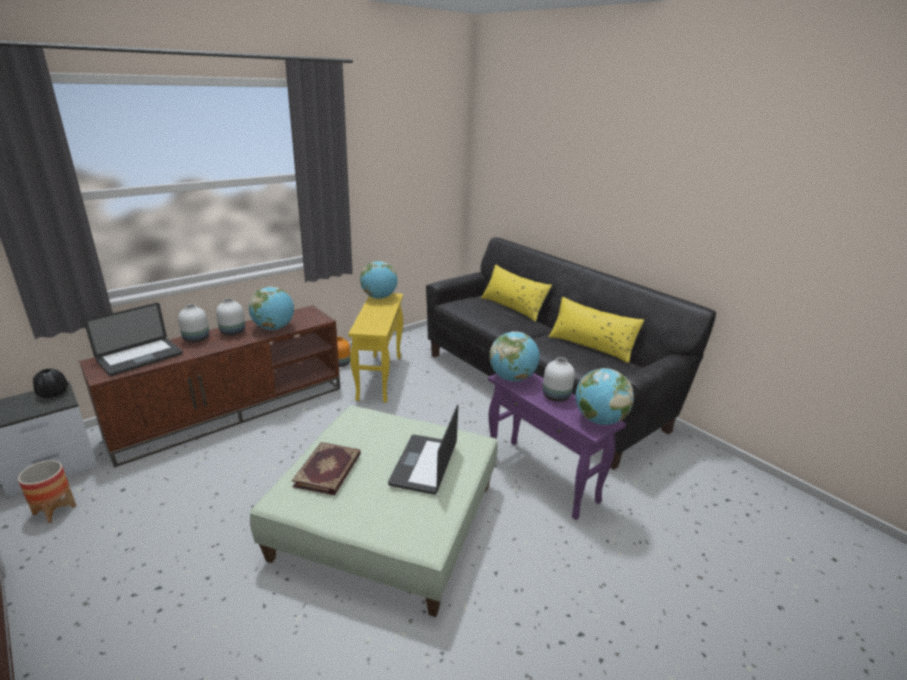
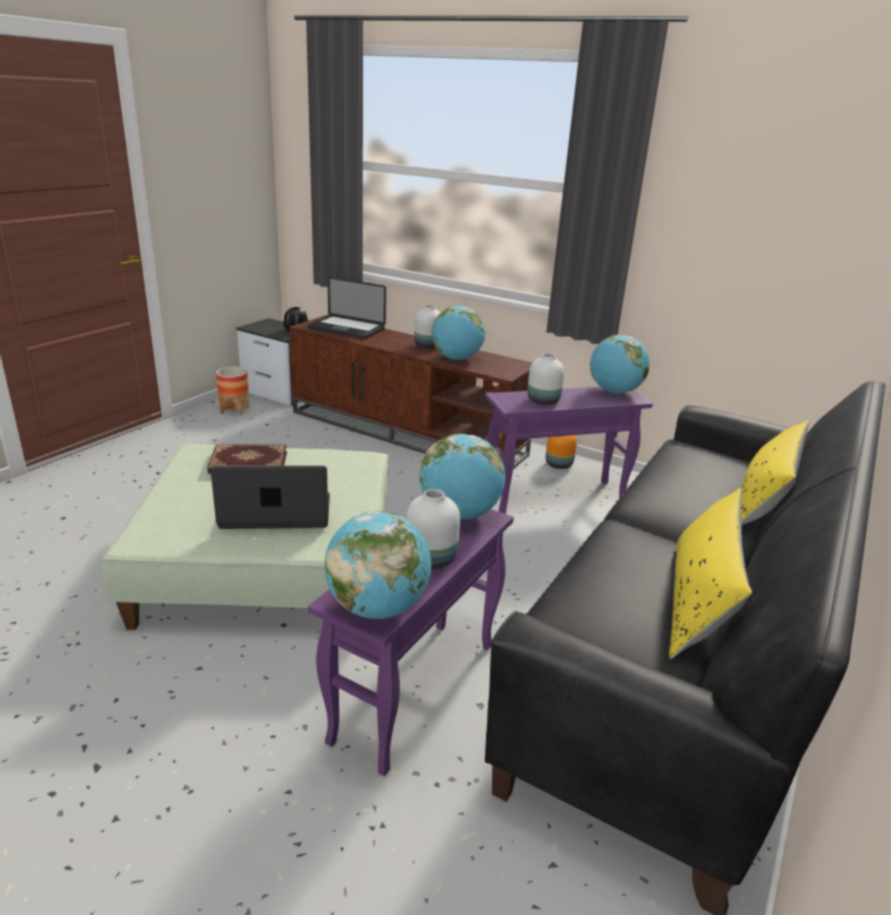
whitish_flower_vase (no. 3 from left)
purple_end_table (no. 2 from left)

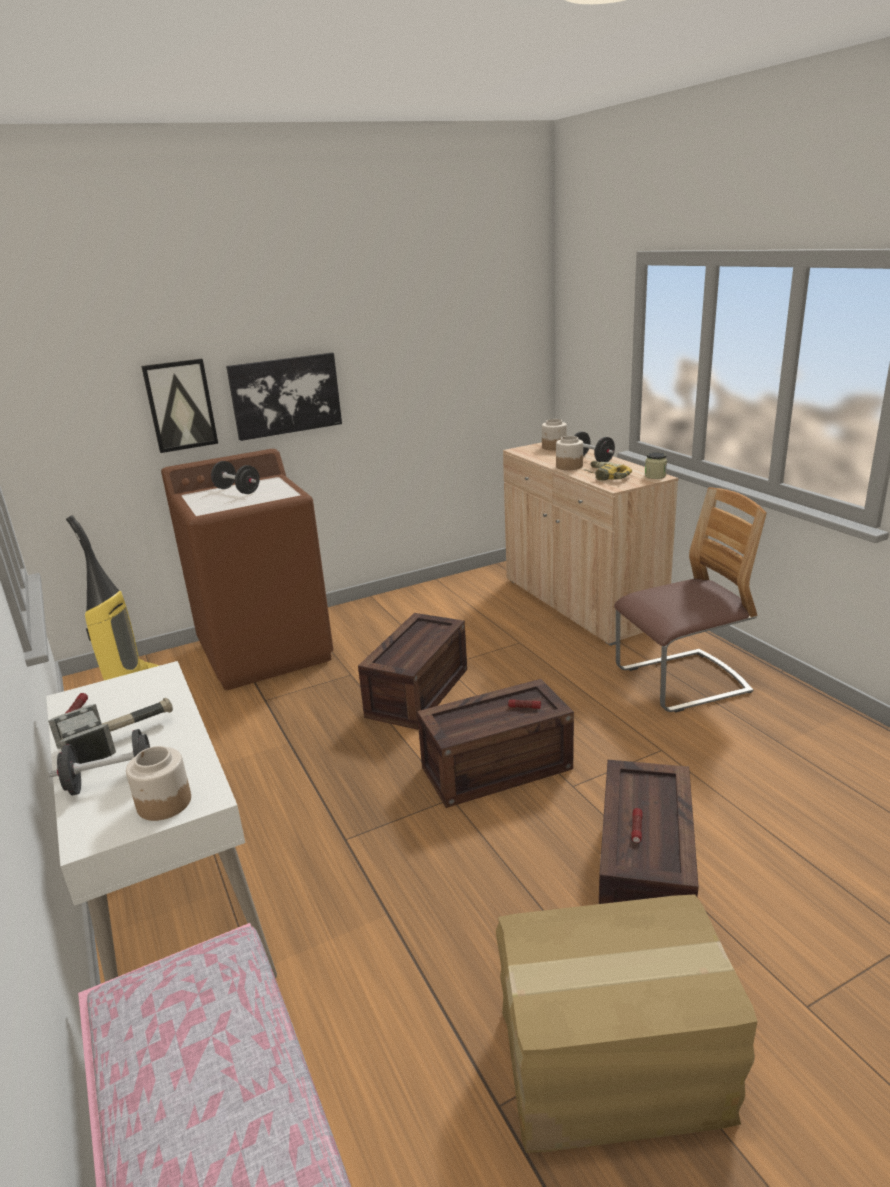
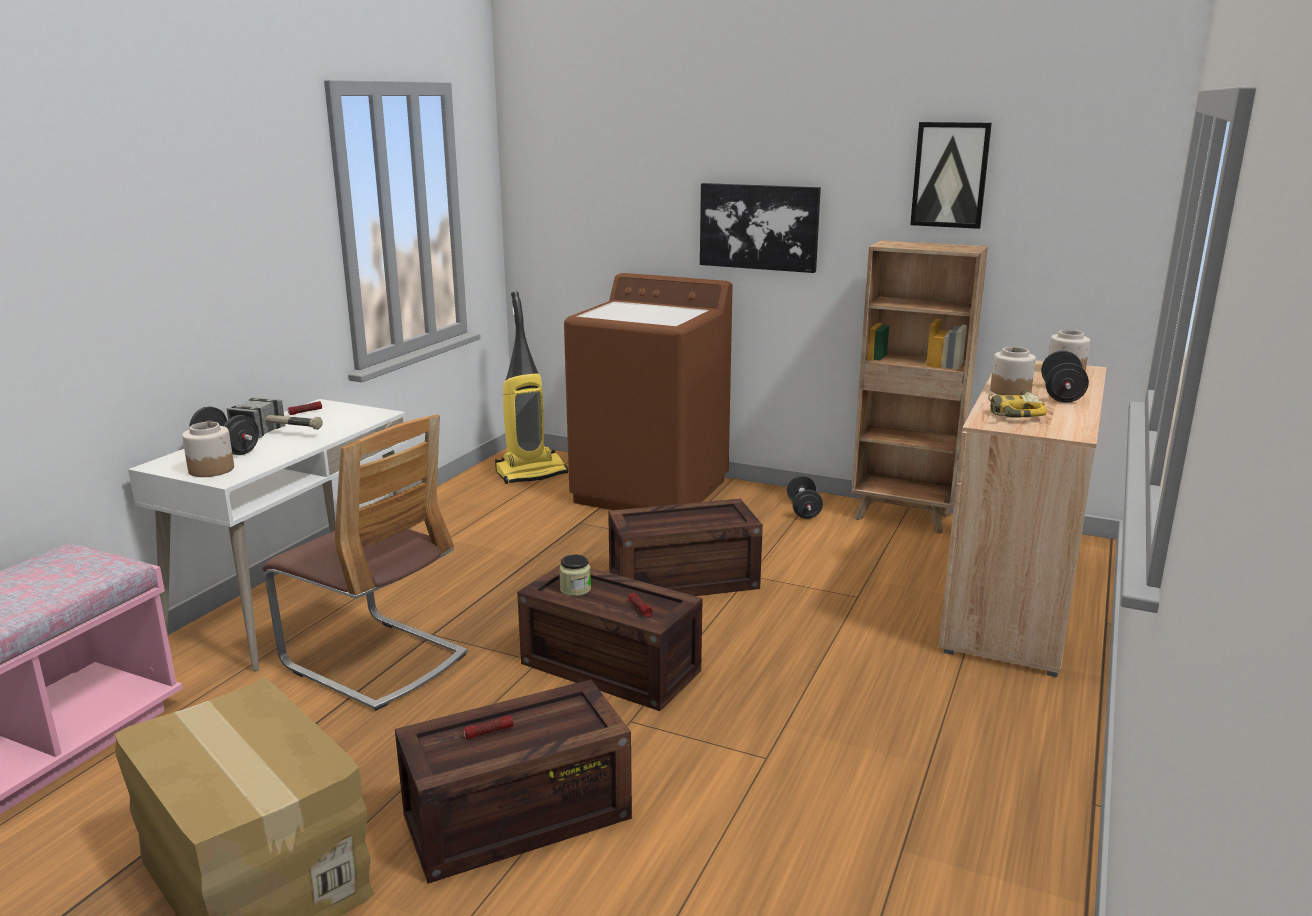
brownish_bookcase
picture (no. 2 from left)
blackish_free_weight (no. 2 from left)
plain_chair
preserve_jar (no. 2 from left)

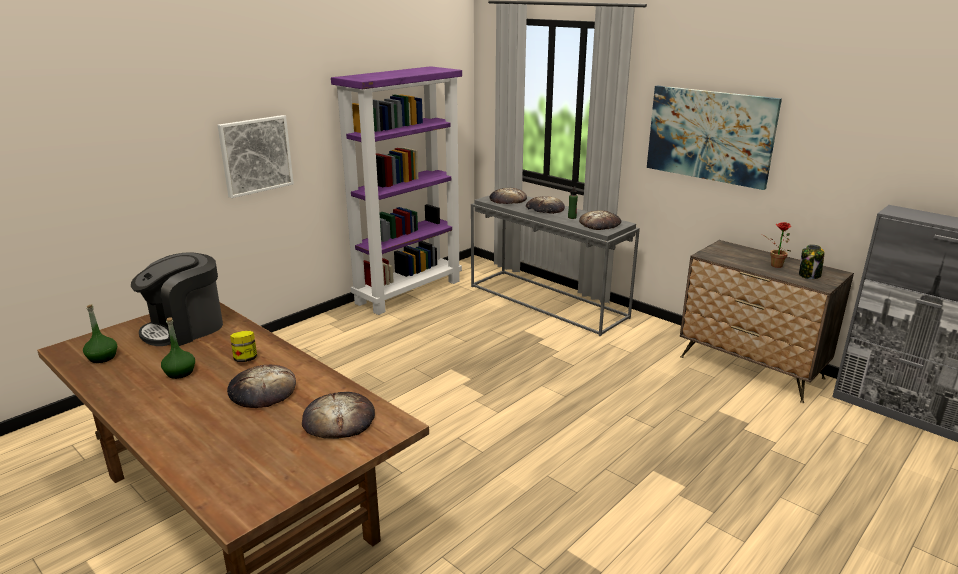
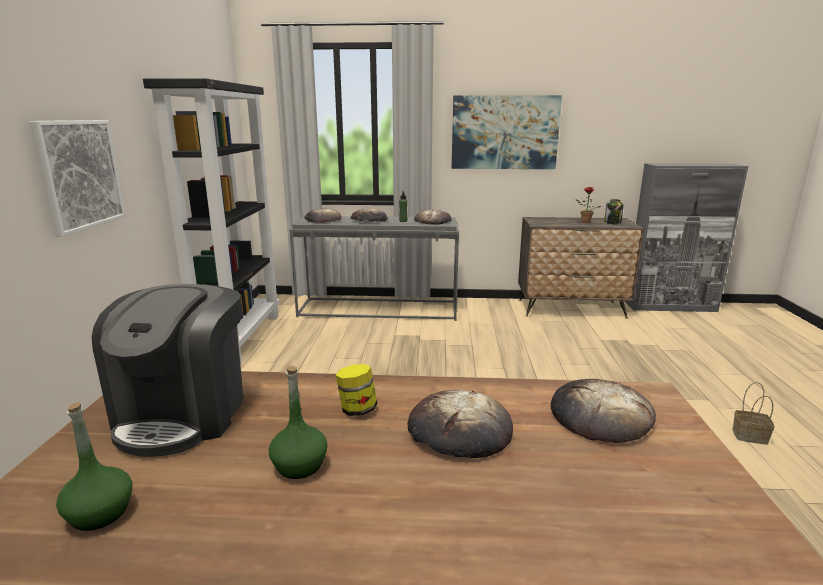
household_basket
blackish_bookcase

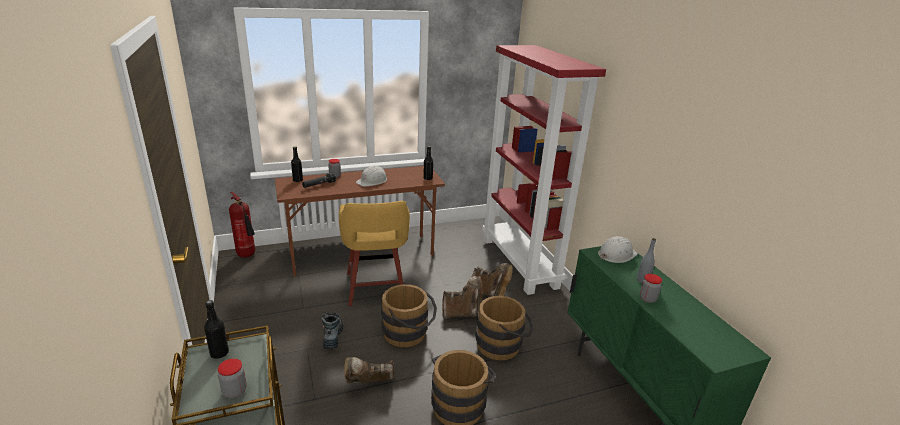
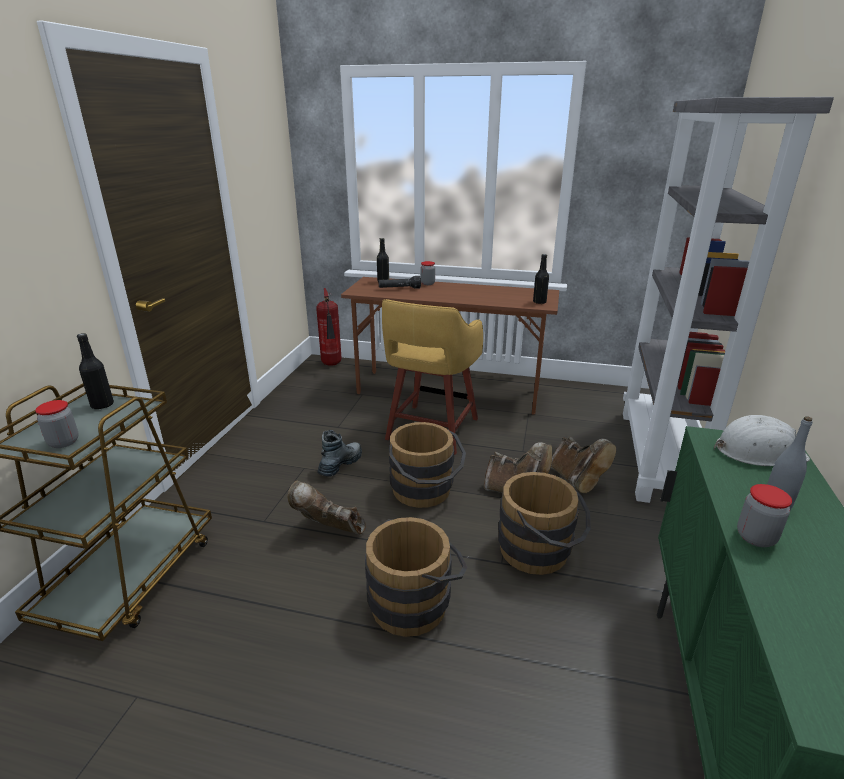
whitish_hard_hat (no. 1 from left in the first image)
gray_bookcase

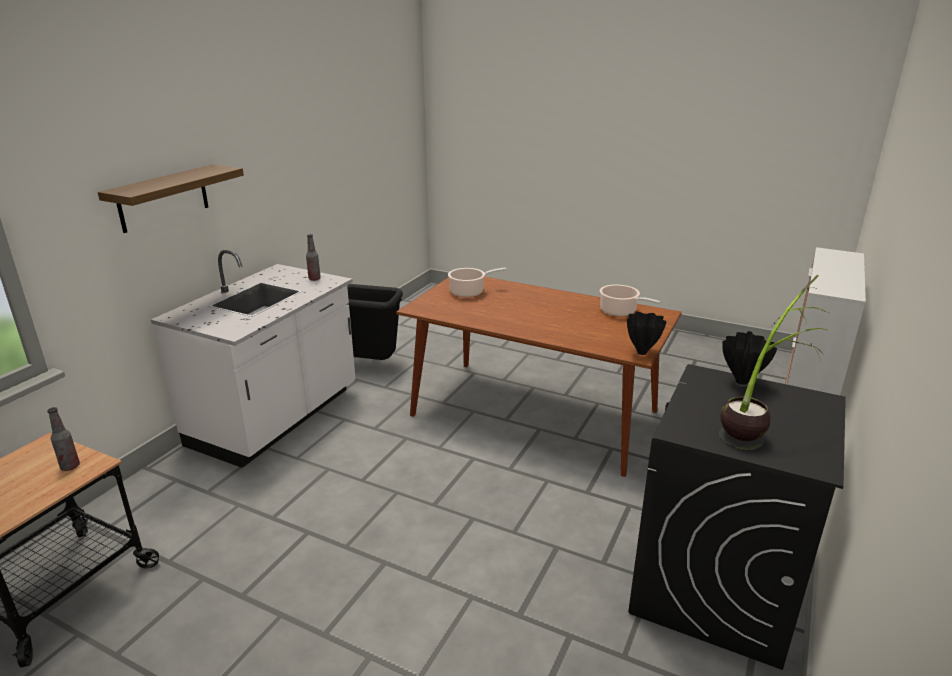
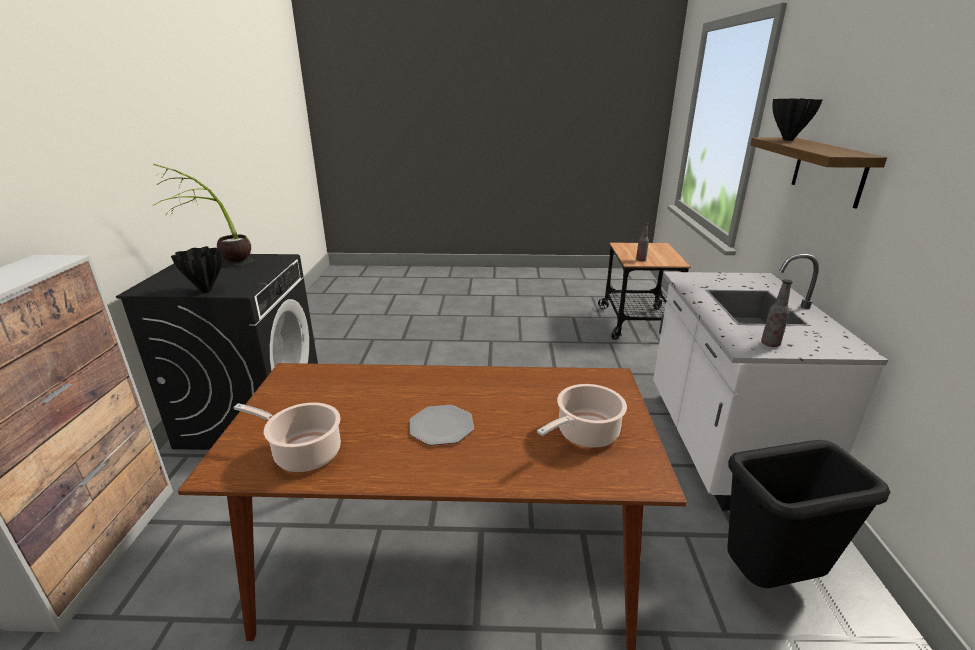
dinner_plate
blackish_flower_vase (no. 2 from left)

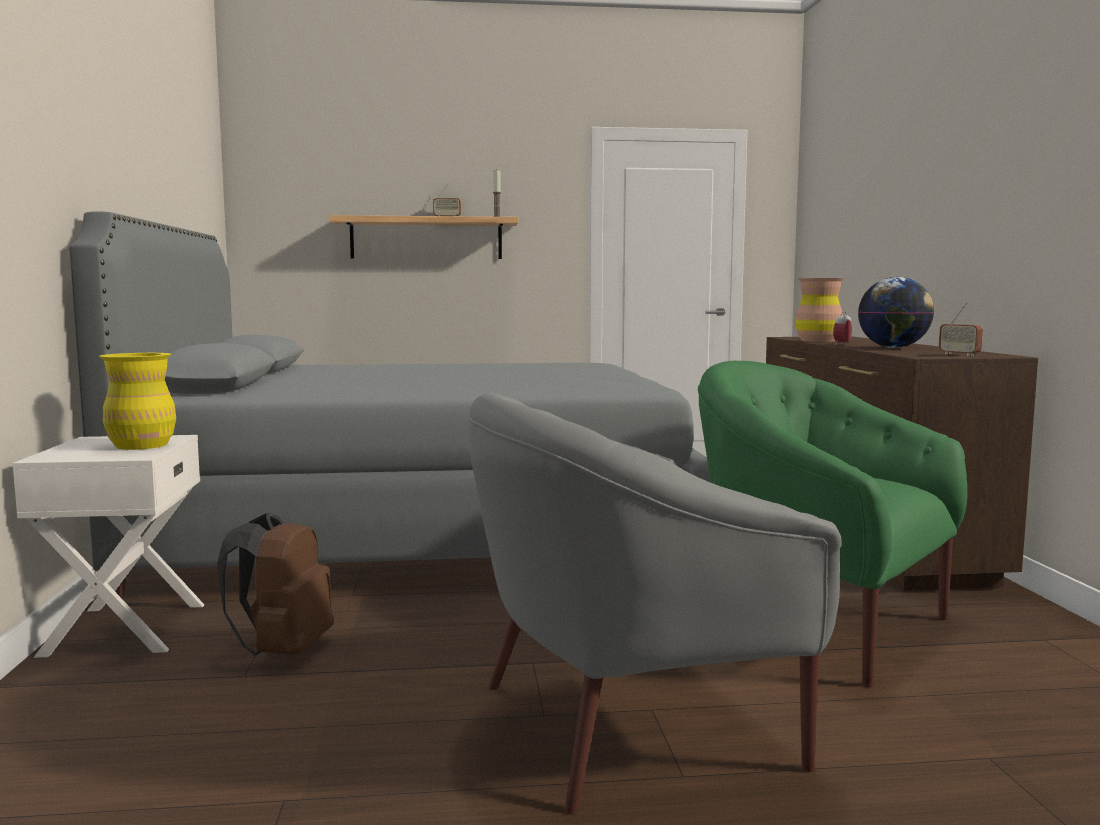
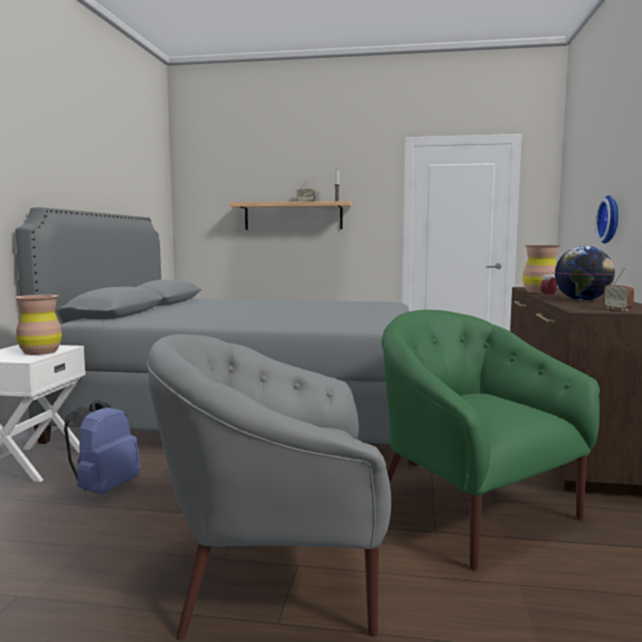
wall_clock
brownish_flower_vase (no. 1 from left)
blue-coloured_knapsack

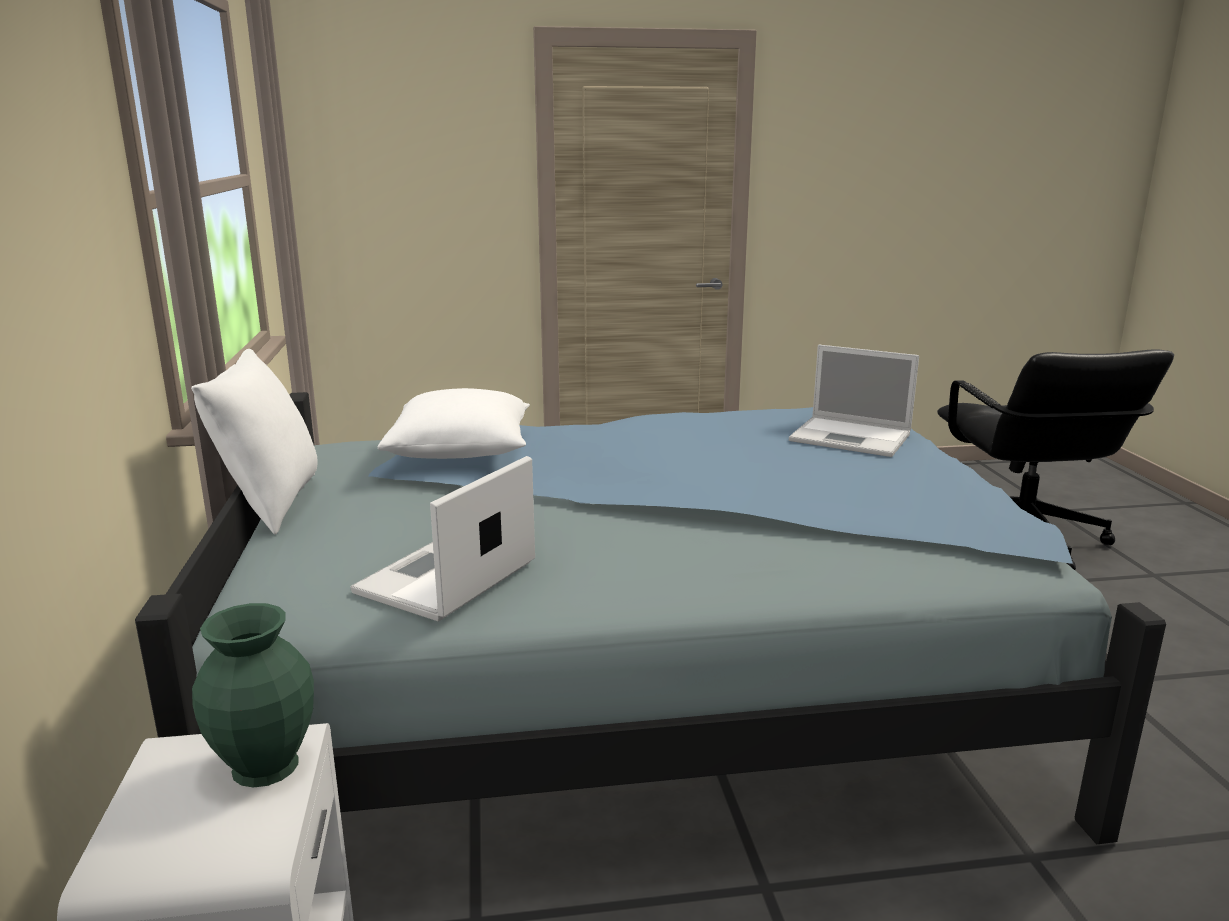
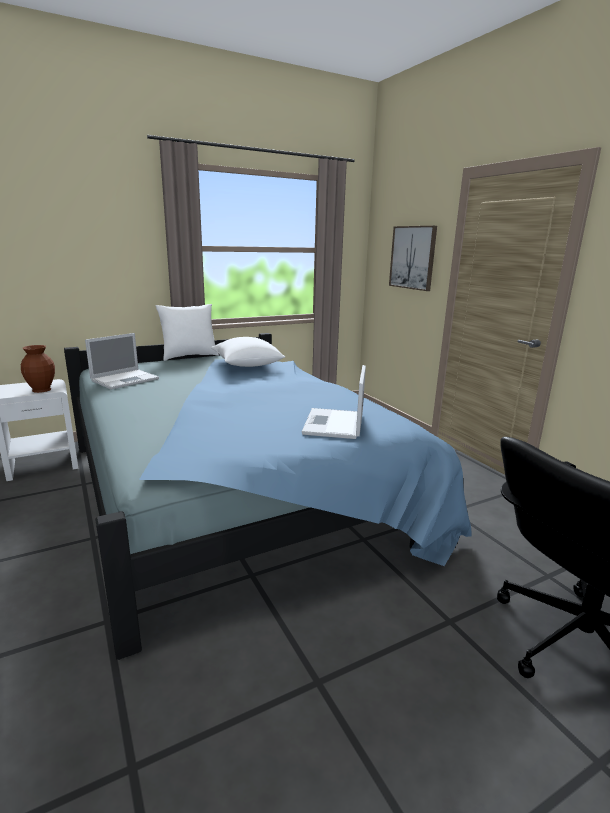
picture
brownish_flower_vase
notebook_computer (no. 1 from left)

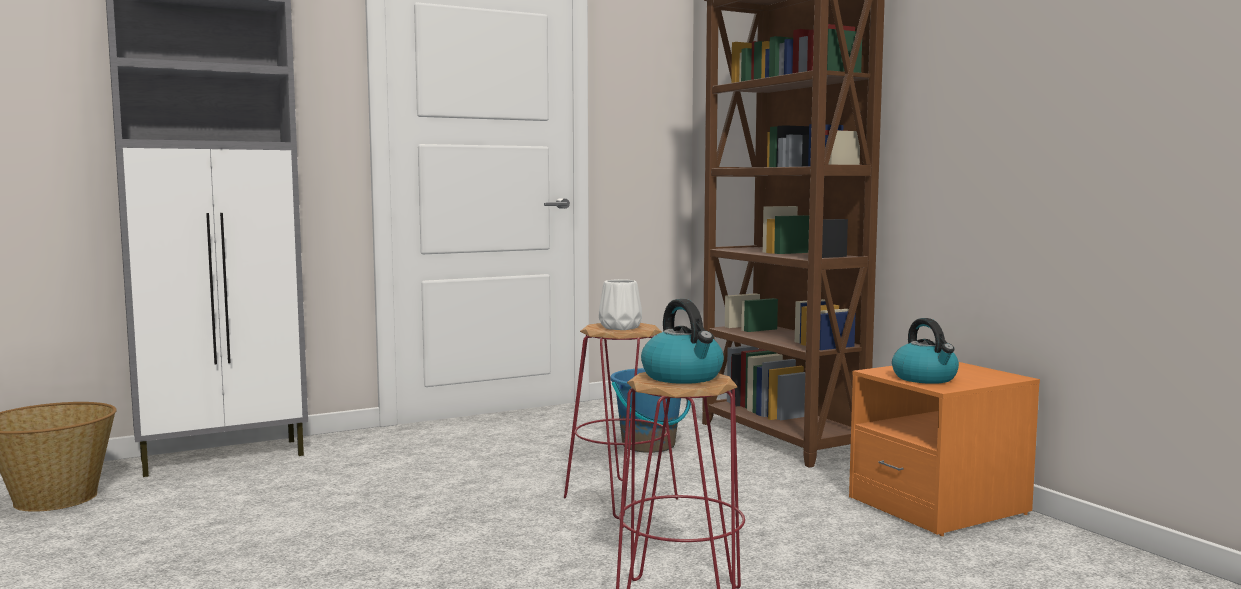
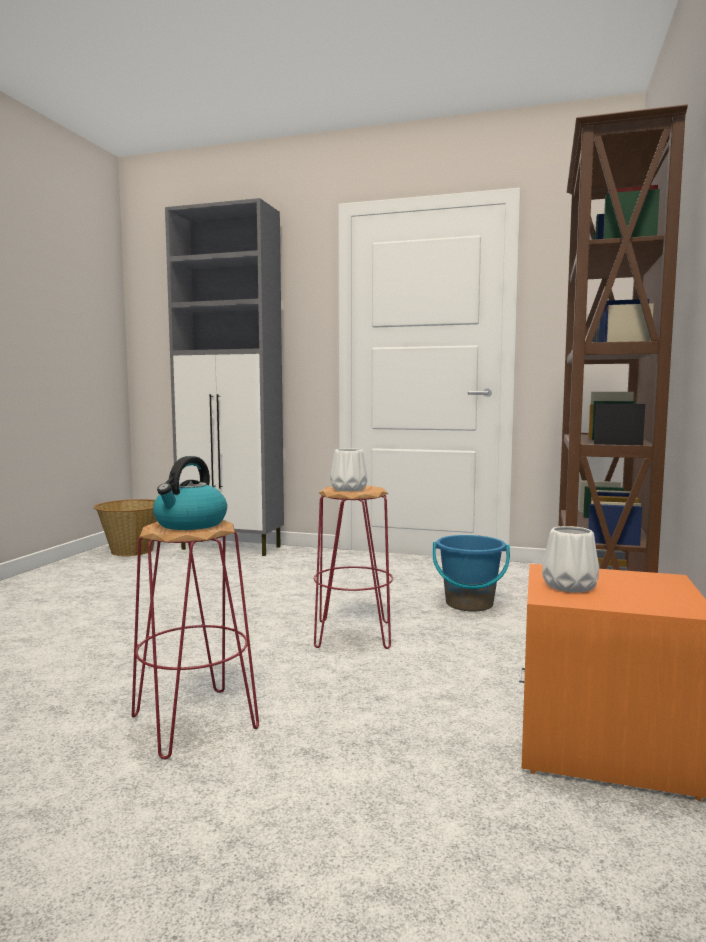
whitish_flower_vase (no. 2 from left)

